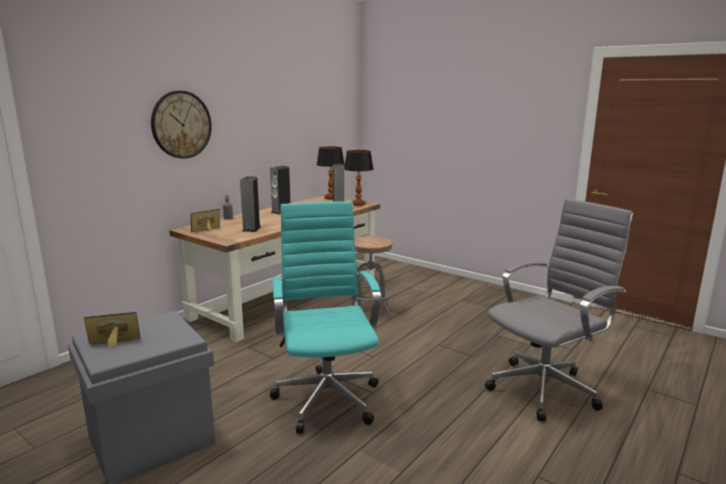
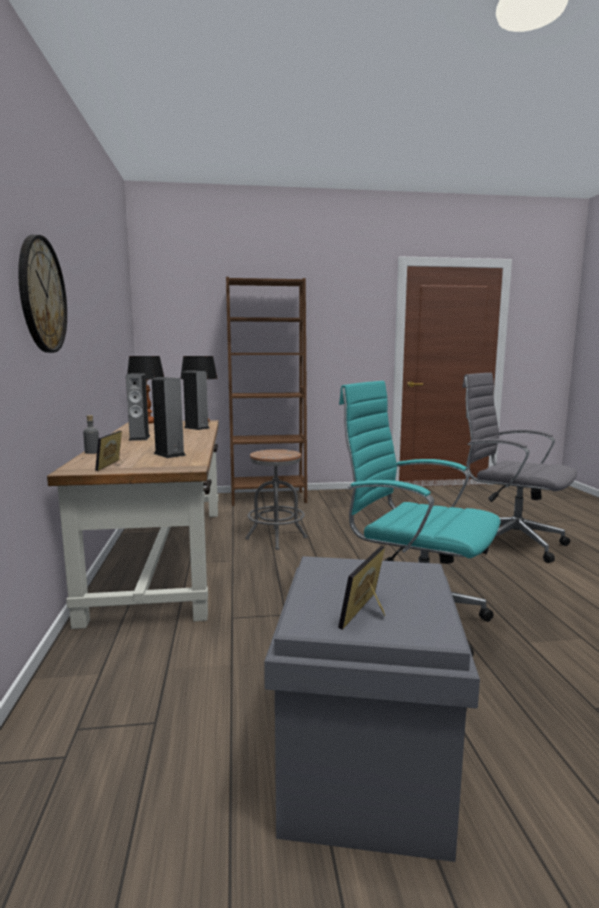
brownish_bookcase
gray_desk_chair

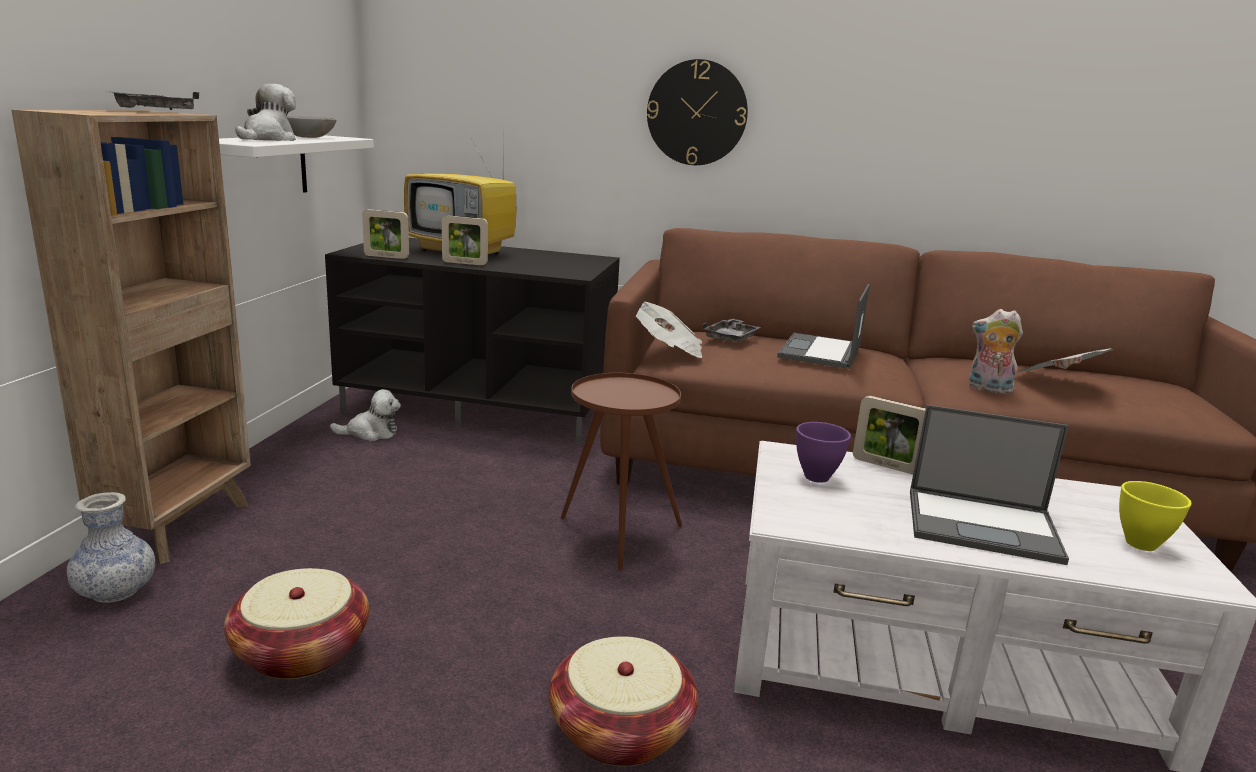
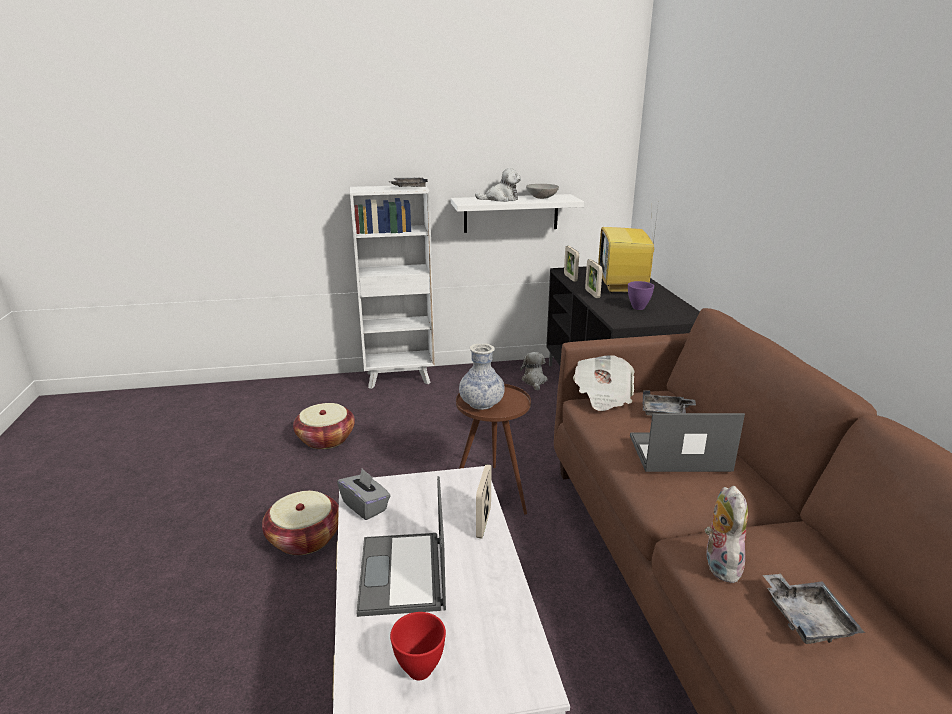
wall_clock
gray_box_of_tissues
flower_vase
purple_deep_dish
gray_tray (no. 3 from left)
whitish_bookcase
red_deep_dish
plush_toy (no. 2 from left)

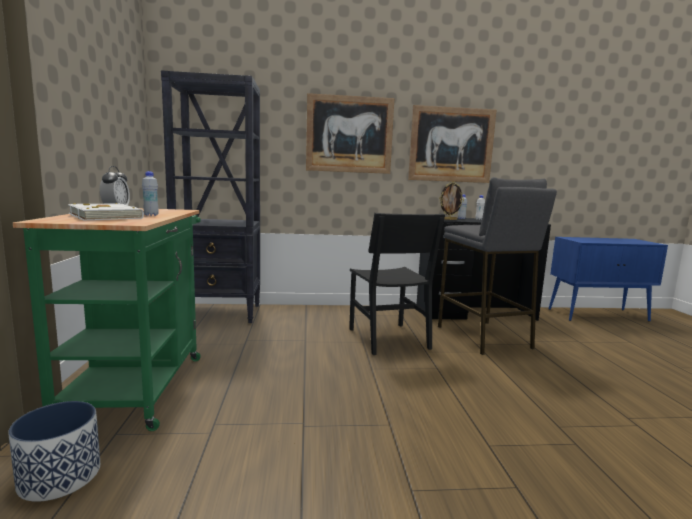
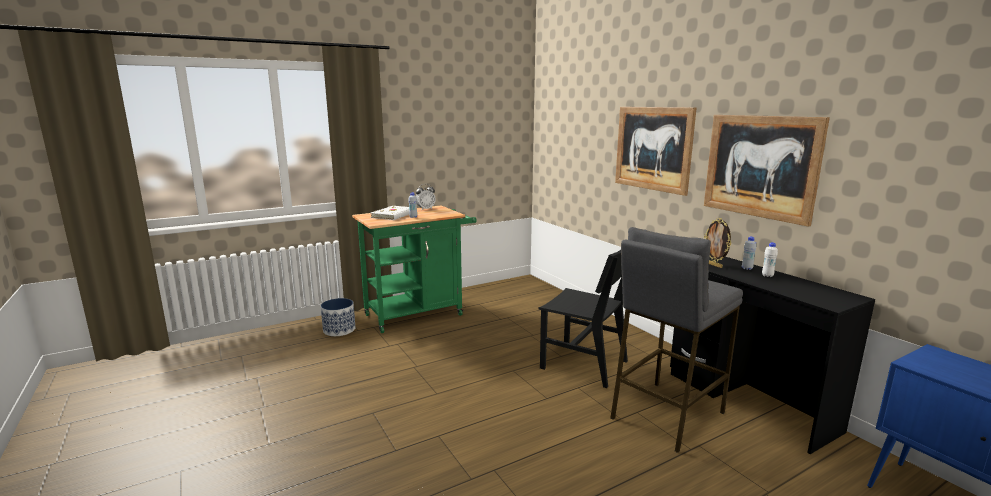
blackish_bookcase
blackish_plain_chair

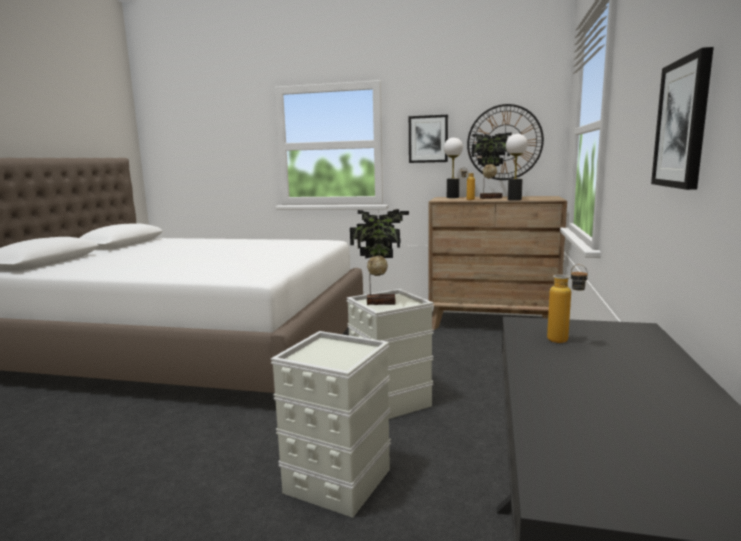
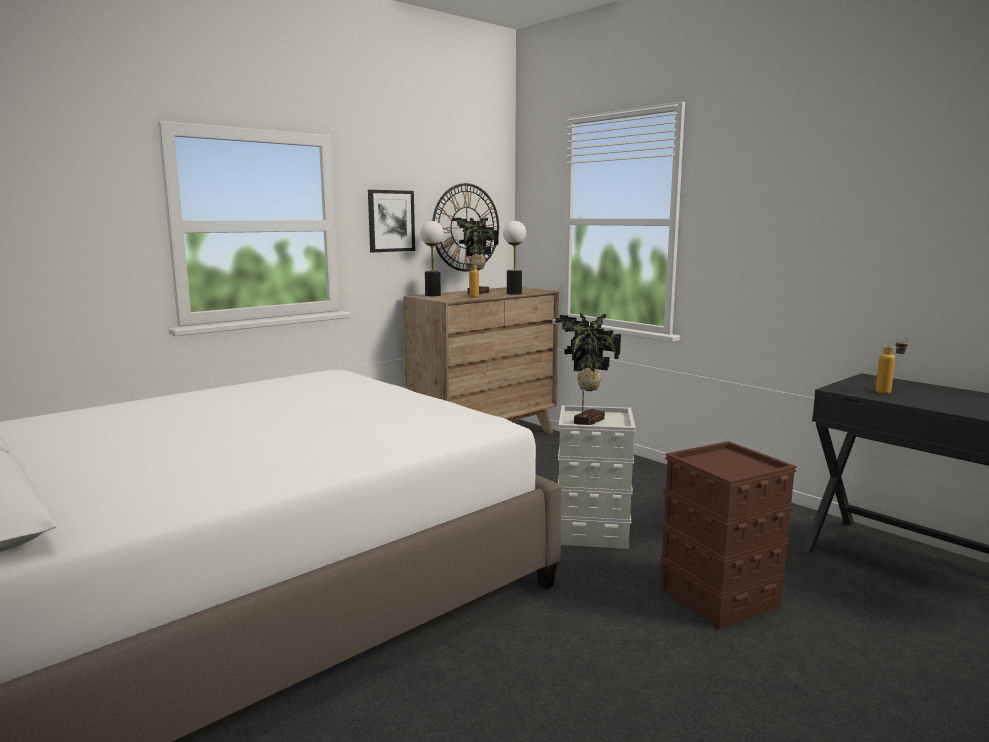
picture (no. 2 from left in the first image)
brownish_storage_box

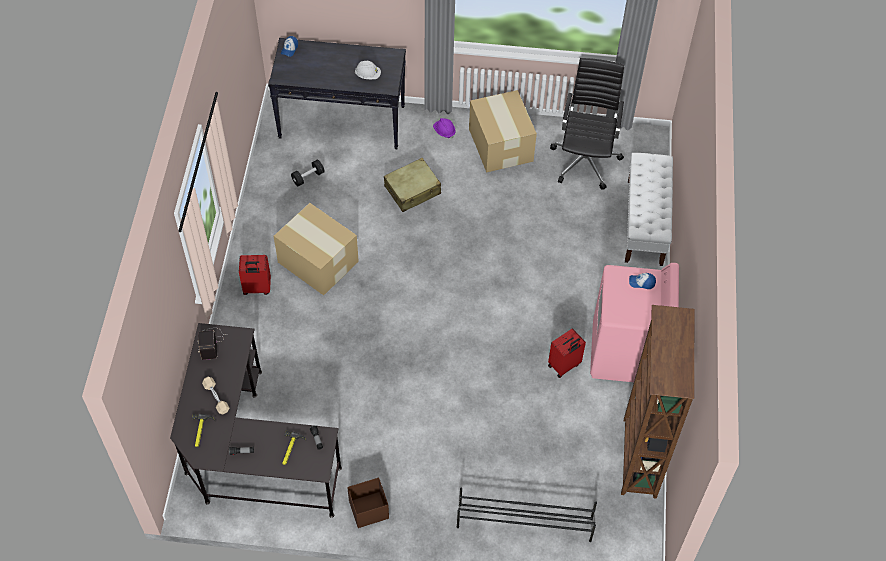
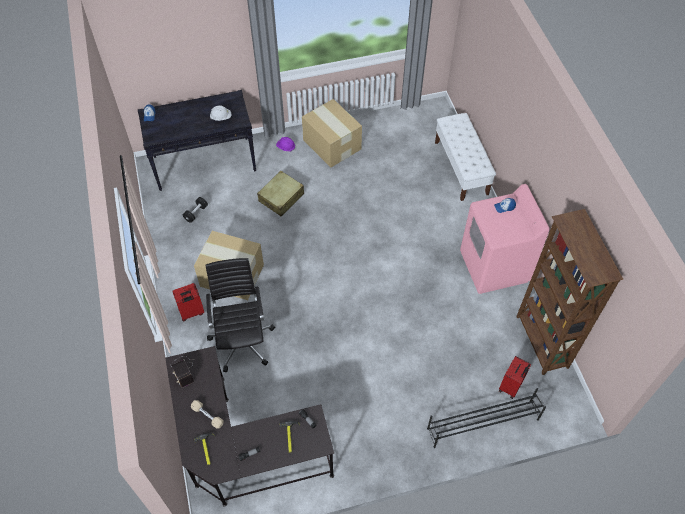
brownish_storage_box
red_travel_case (no. 2 from left)
blackish_desk_chair

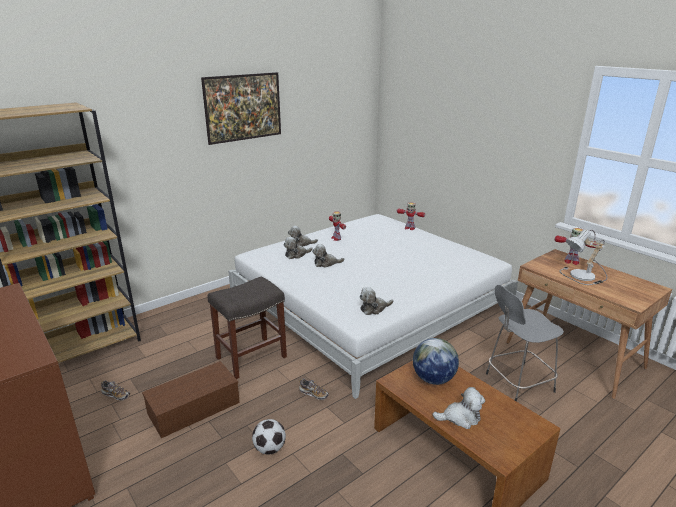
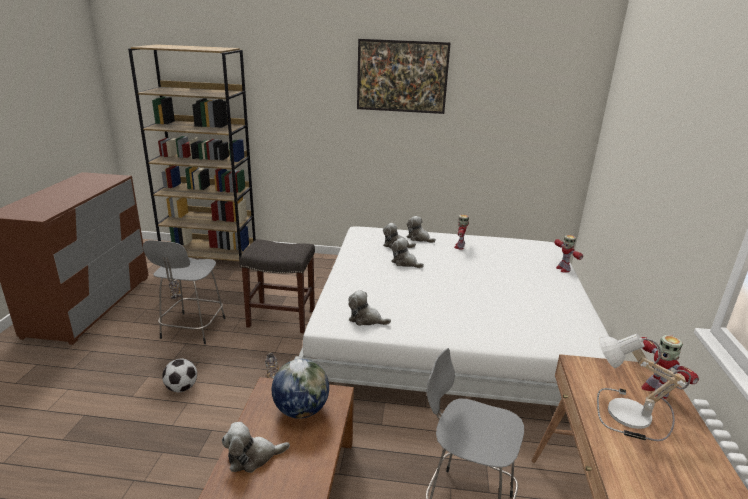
gray_sitting_stool (no. 1 from left)
plush_toy (no. 1 from left)

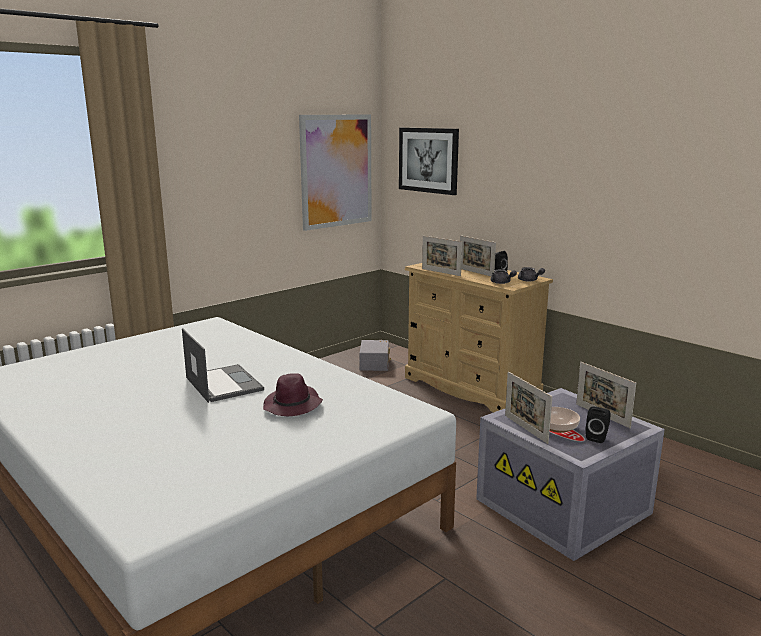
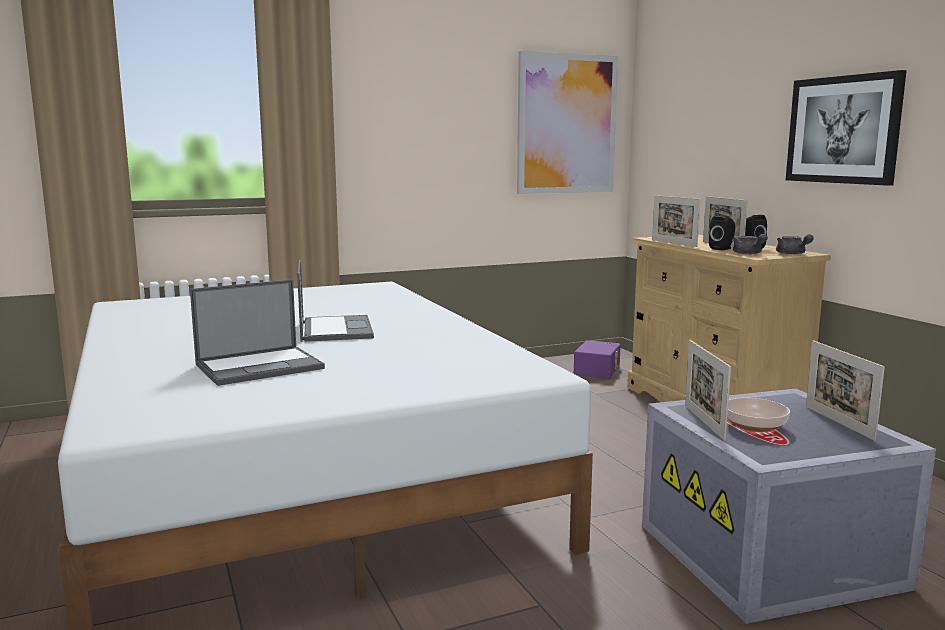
purple_wearable_hat
notebook_computer (no. 1 from left)
picture (no. 2 from left)
blackish_loudspeaker (no. 1 from left)
purple_storage_box

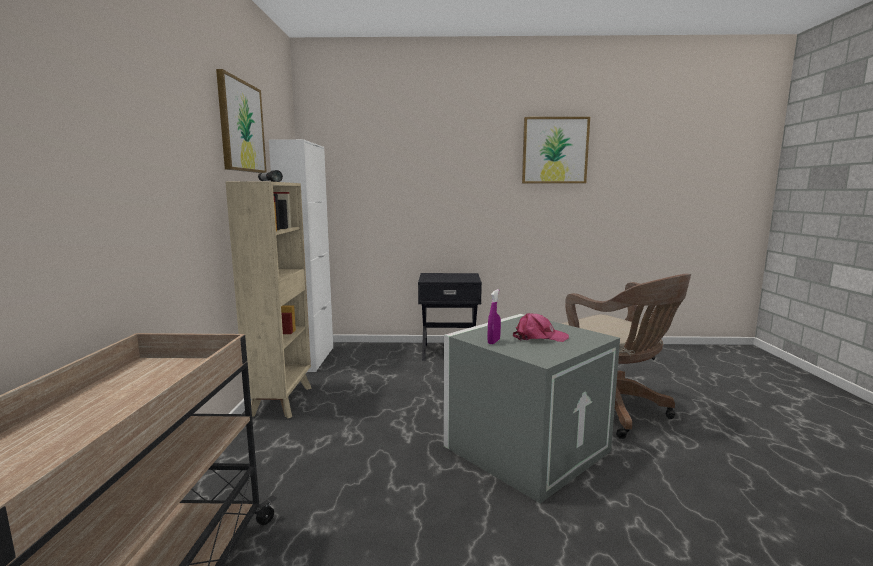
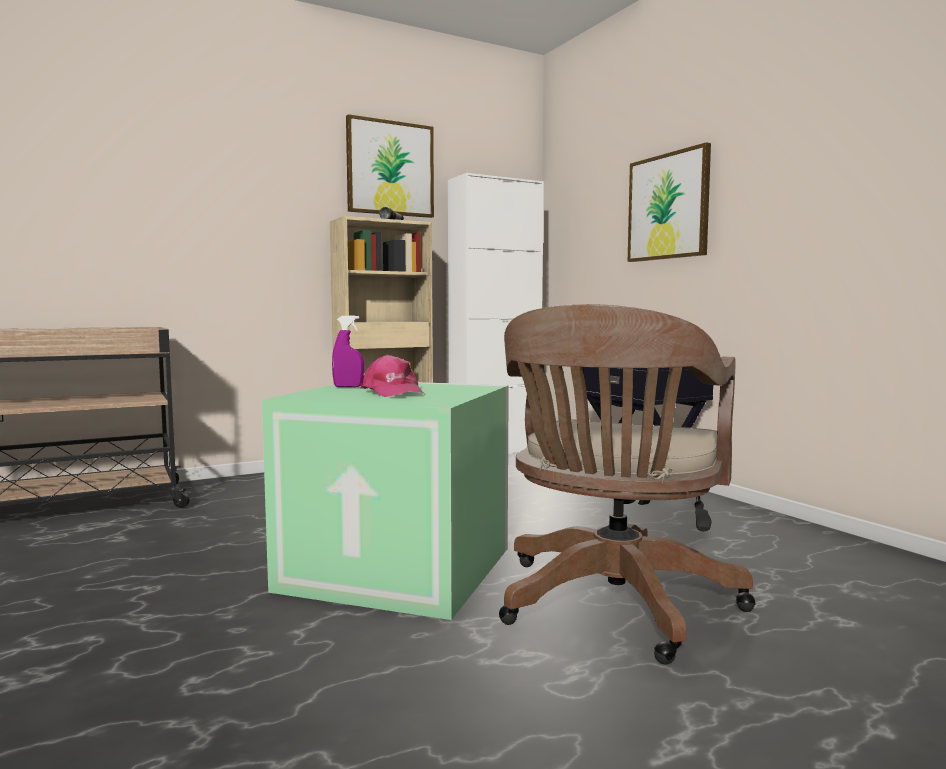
picture (no. 2 from left)
green_storage_box

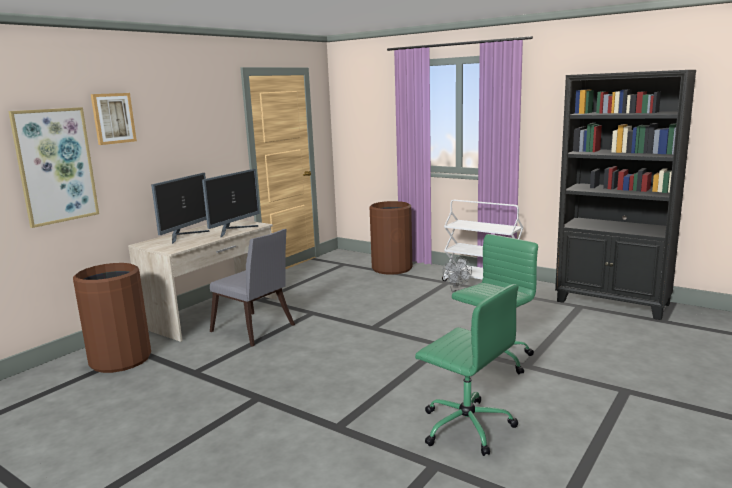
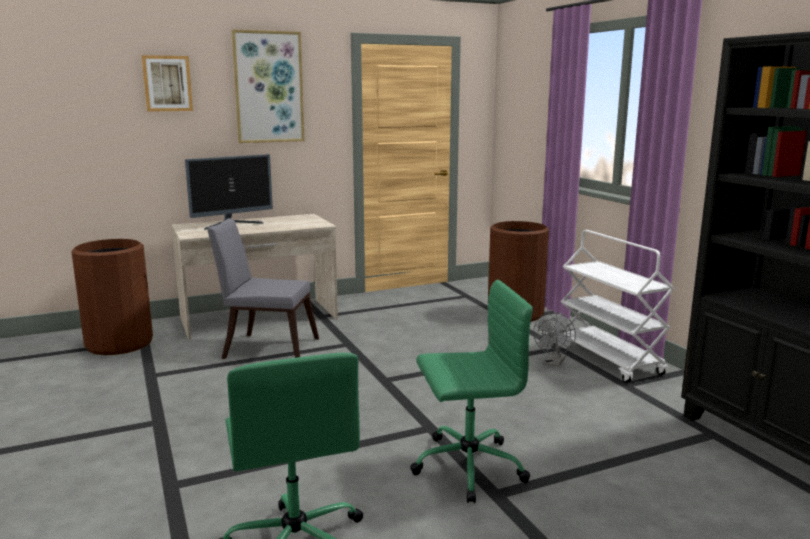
computer_screen (no. 2 from left in the first image)
picture (no. 2 from left)
gray_plain_chair

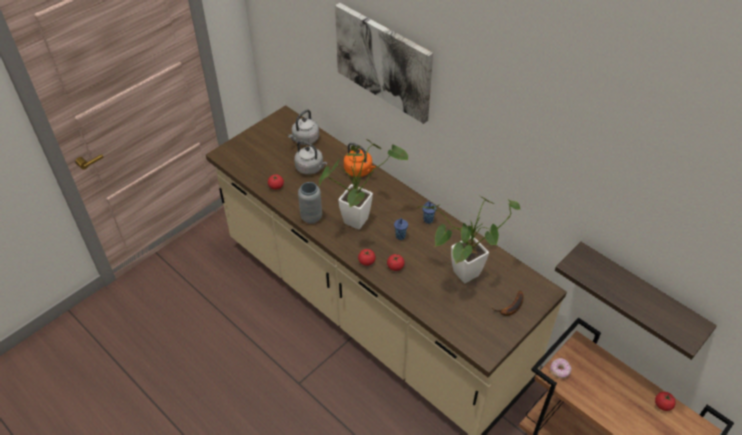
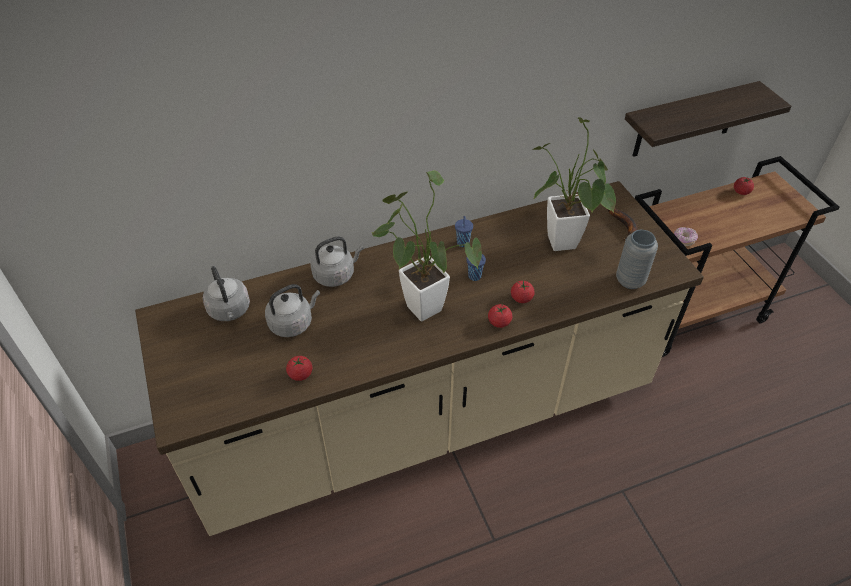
picture
gray_flower_vase
gray_water_kettle (no. 3 from left)

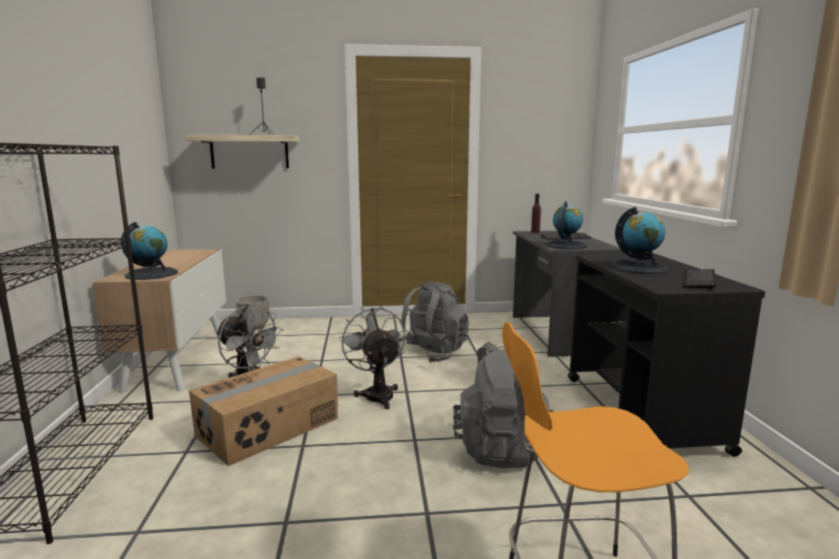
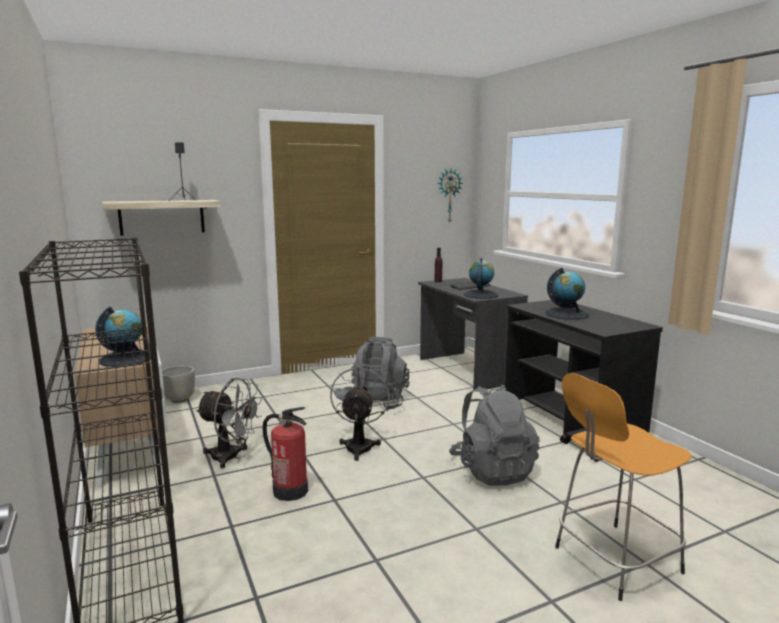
PC_keyboard (no. 2 from left in the first image)
wall_clock
extinguisher
gray_cooling_fan (no. 2 from left)

